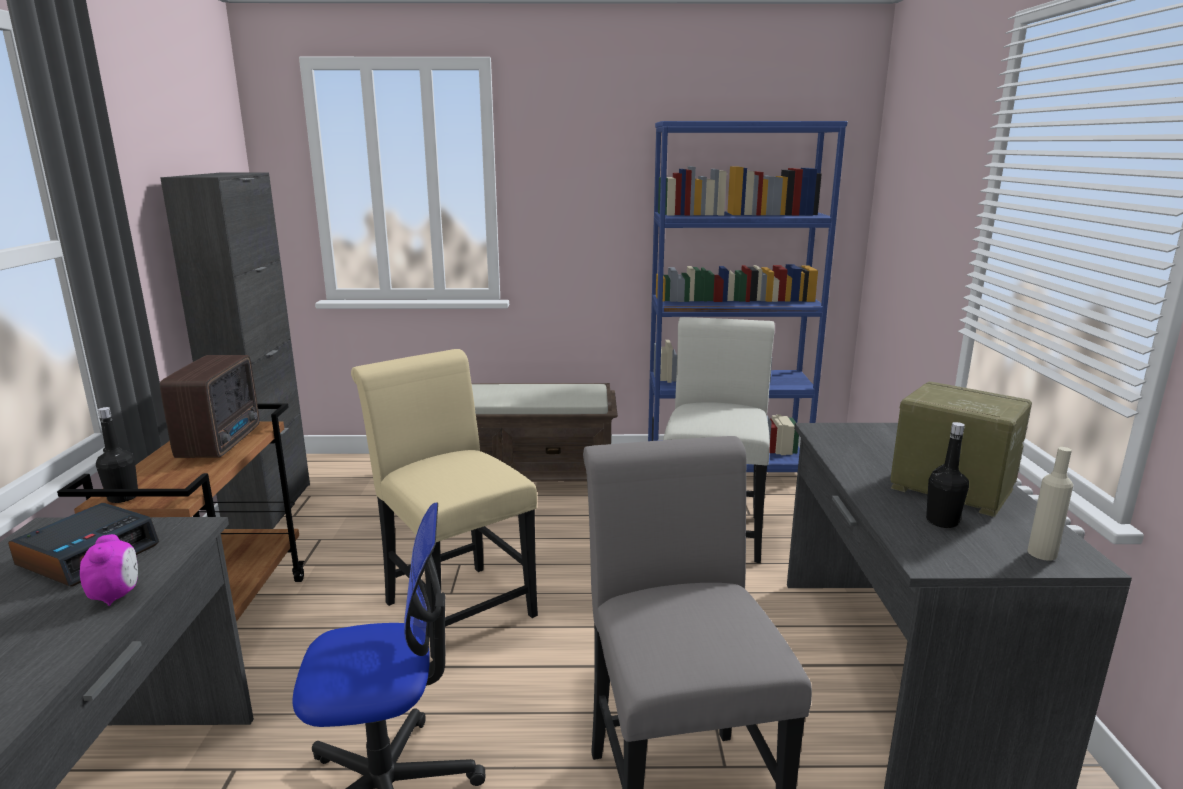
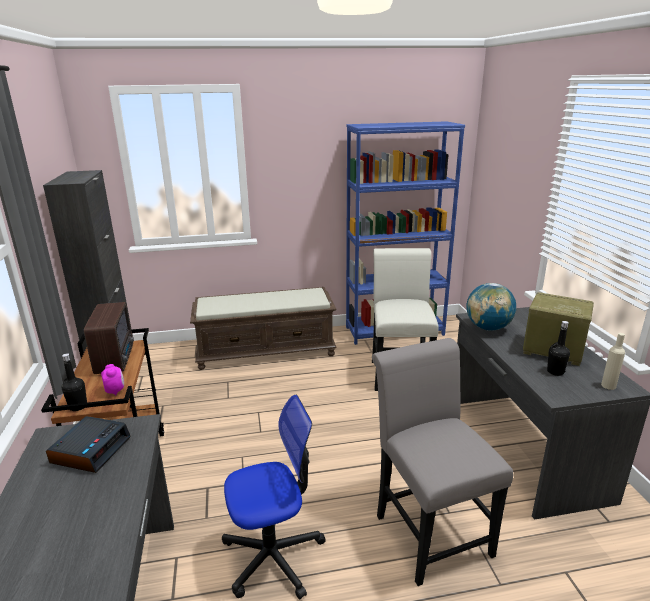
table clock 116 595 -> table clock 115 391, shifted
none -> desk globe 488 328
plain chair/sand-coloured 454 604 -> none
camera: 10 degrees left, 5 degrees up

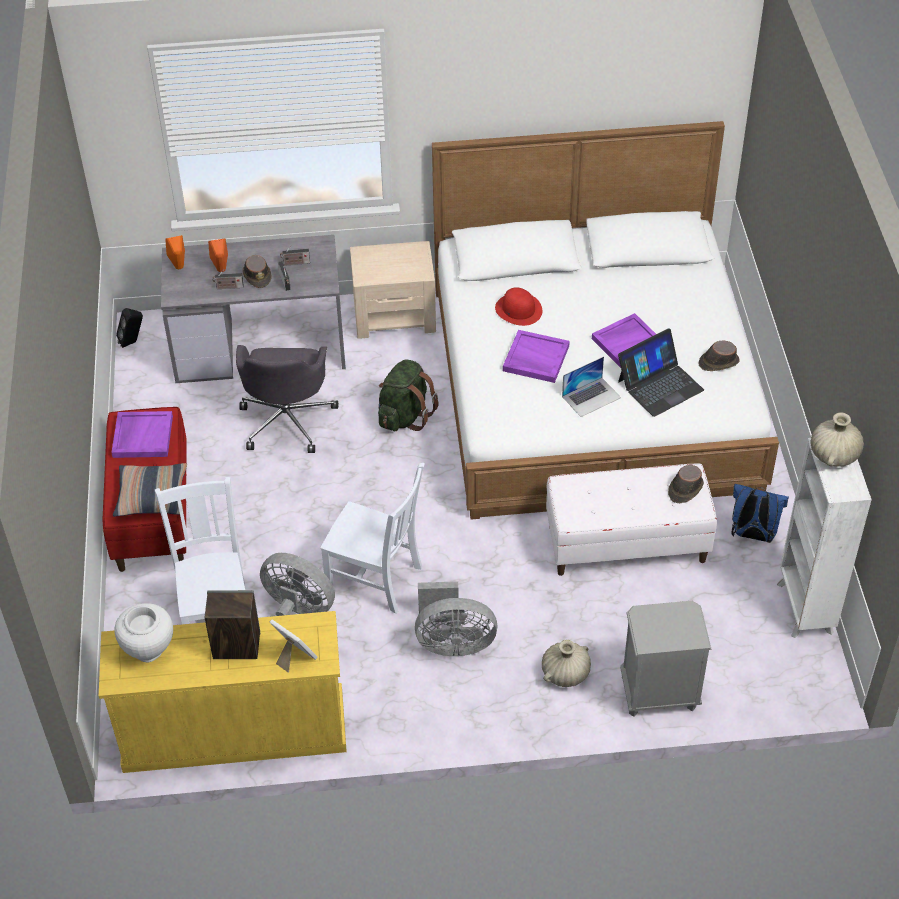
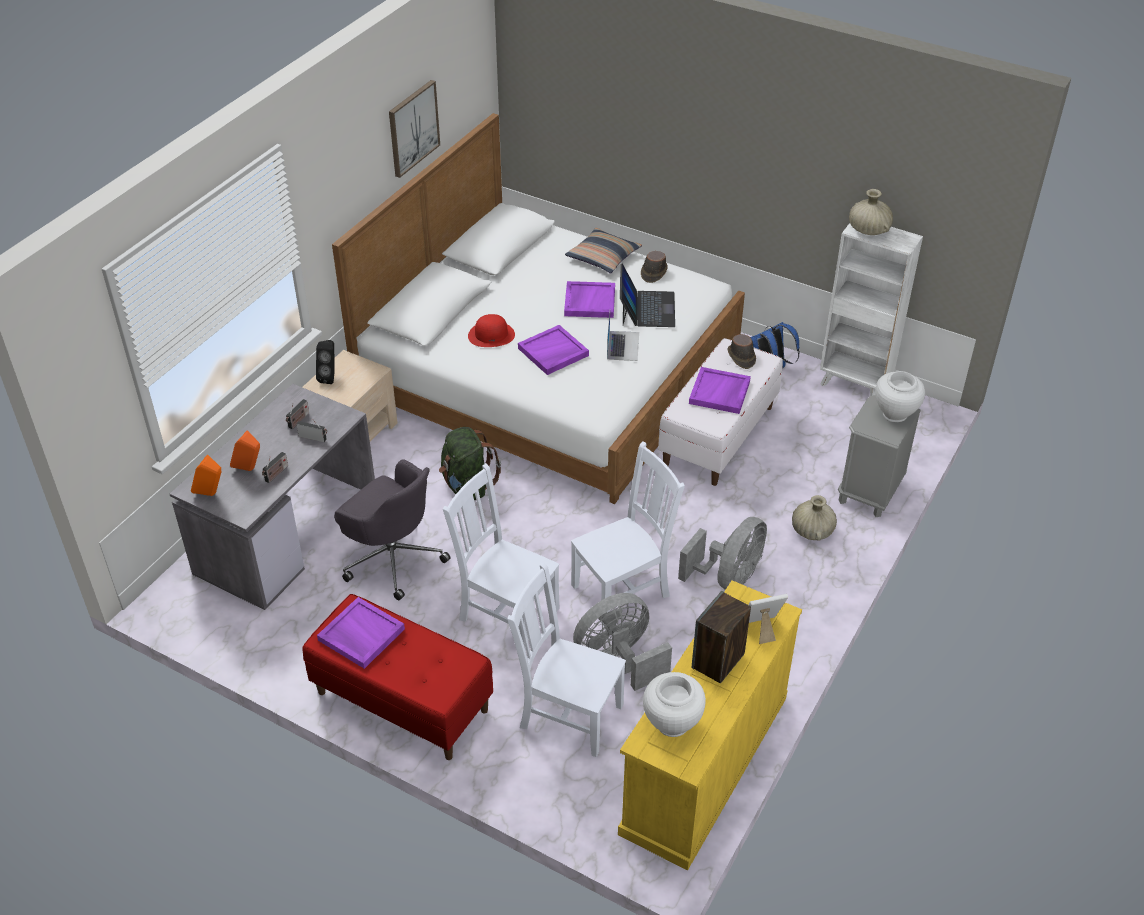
loudspeaker/black 133 342 -> loudspeaker/black 330 377, shifted
none -> wall art 413 128
none -> plain chair/white 506 612
pillow 152 496 -> pillow 603 257, shifted
none -> serving tray/purplish 720 393
none -> flower vase/white 895 414
clothing hat/brown 257 275 -> none
camera: 55 degrees left, 5 degrees down

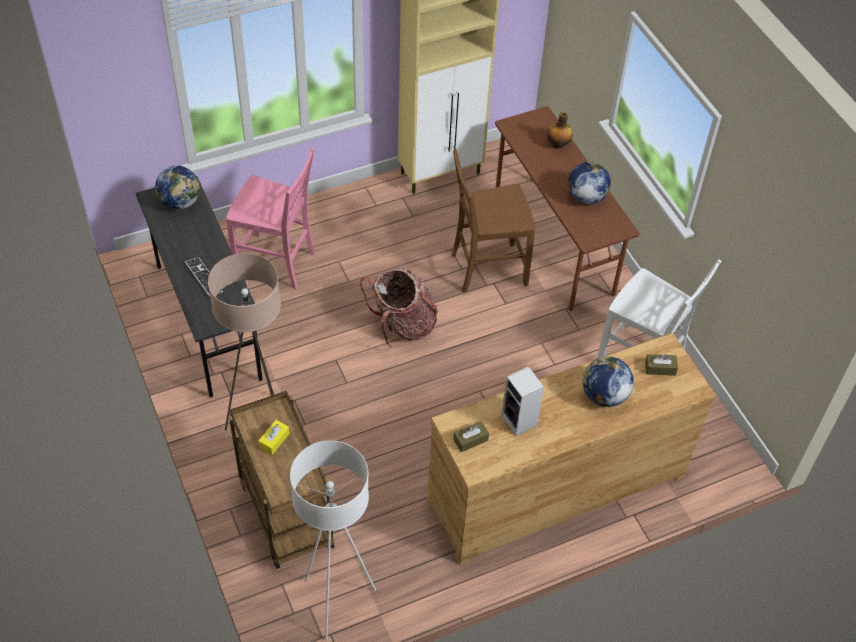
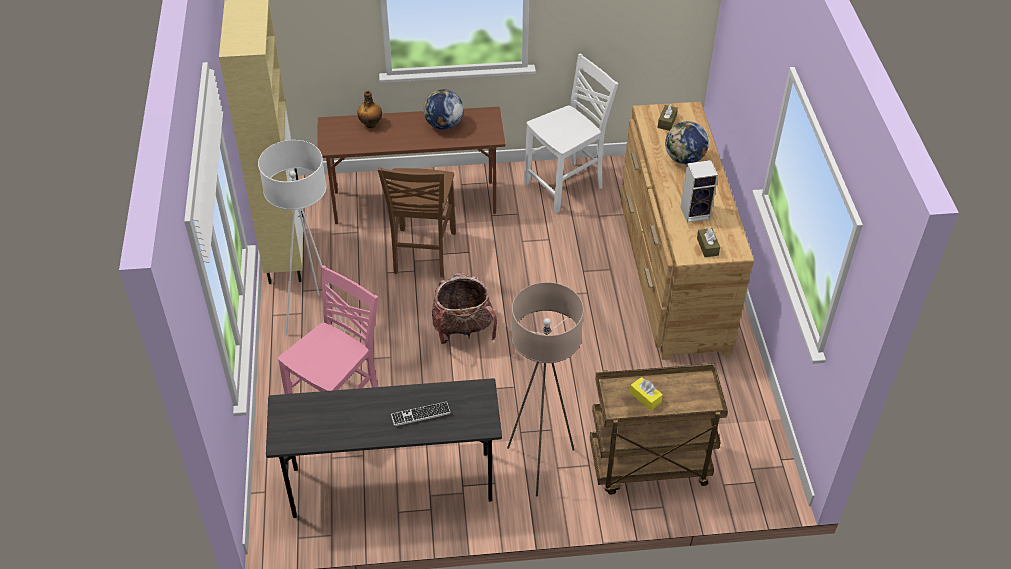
standing lamp/white 336 603 -> standing lamp/white 316 320, shifted
desk globe 180 202 -> none
camera: 70 degrees left, 5 degrees down

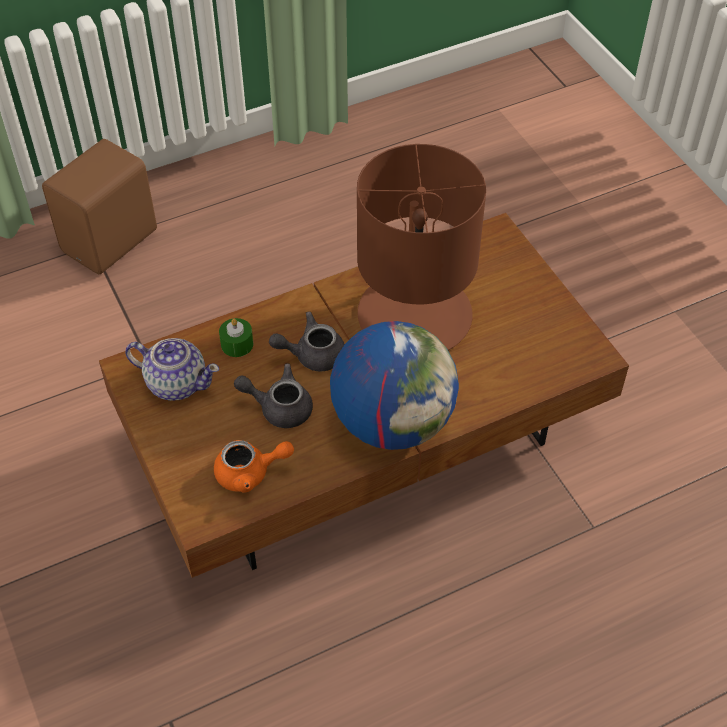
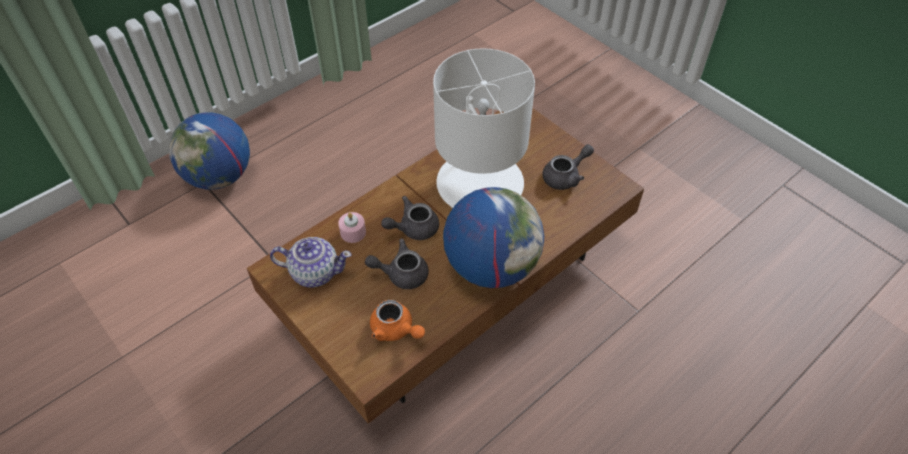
loudspeaker/brown 112 241 -> desk globe 219 177
wax light/greenish 237 344 -> wax light/pink-coloured 353 232
tea pot/orange 250 473 -> tea pot/orange 395 330, 60 degrees clockwise
tabletop lamp/brown 414 314 -> tabletop lamp/white 479 183
none -> tea pot/gray 565 176
camera: 15 degrees left, 0 degrees up

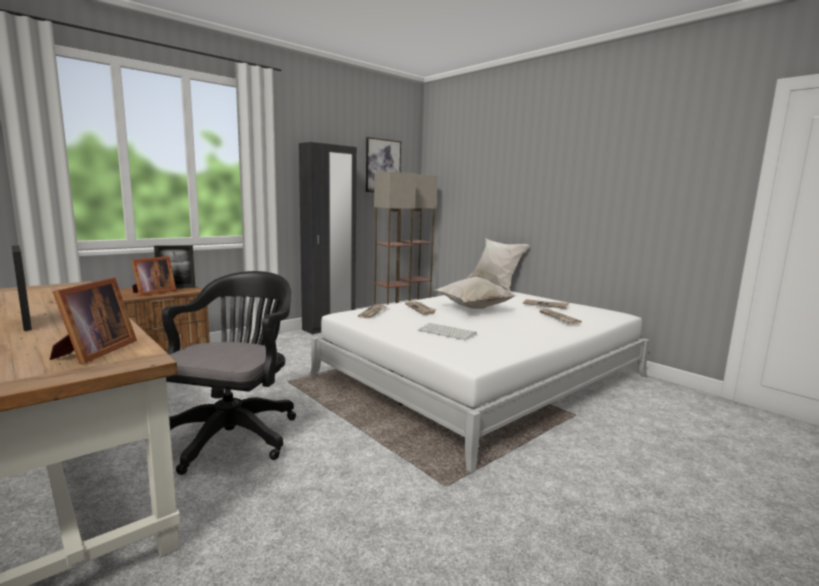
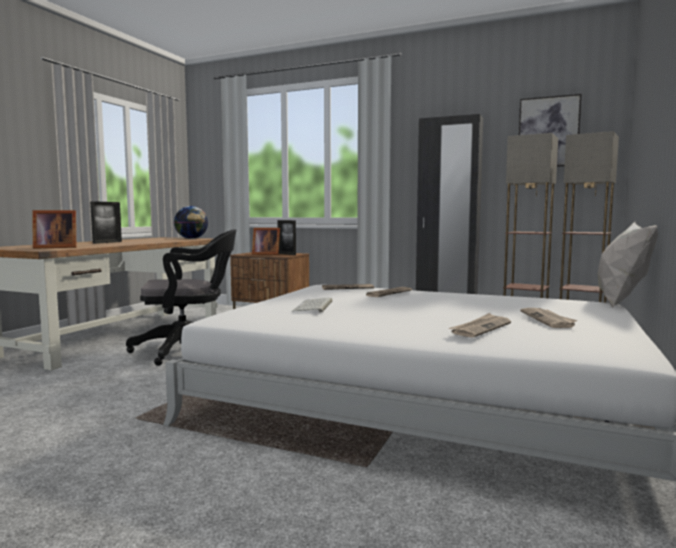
none -> desk globe 191 238
pillow/white 472 308 -> none
camera: 65 degrees right, 5 degrees down

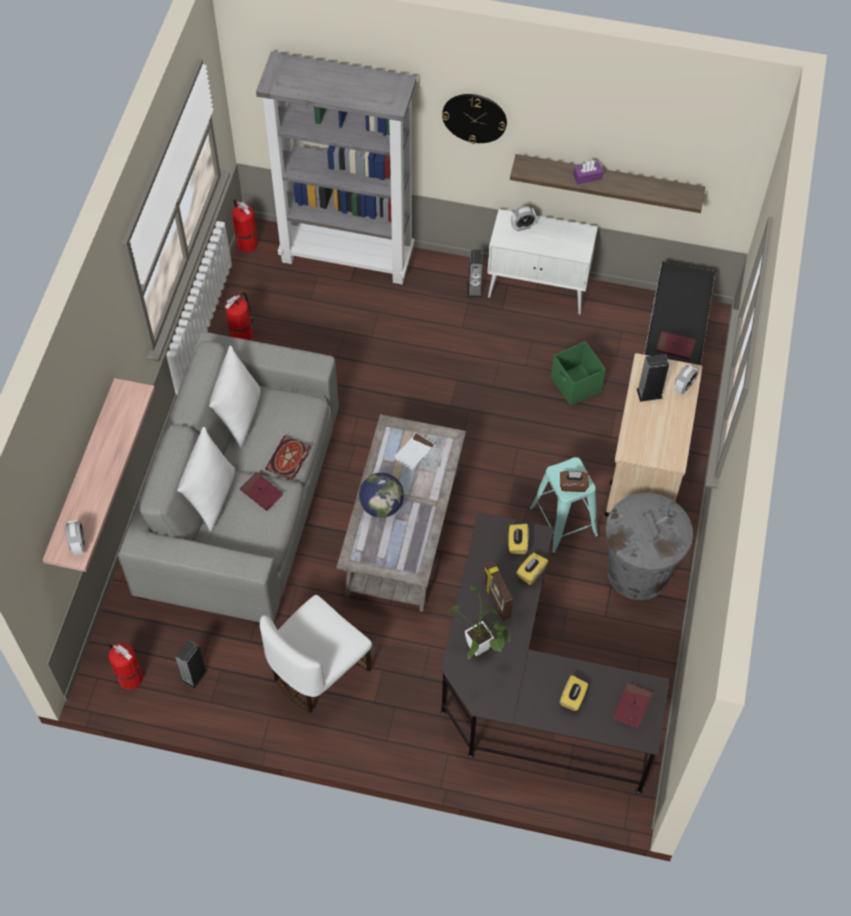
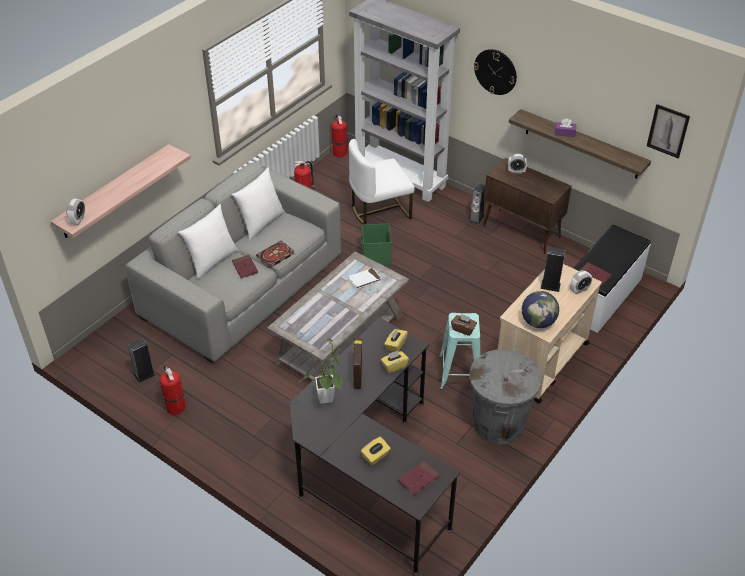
extinguisher 129 677 -> extinguisher 175 406, shifted
plain chair/white 318 671 -> plain chair/white 379 210, shifted
storage container/greenish 576 385 -> storage container/greenish 376 256, shifted
storage cabinet/white 538 290 -> storage cabinet/brown 522 232
desk globe 381 506 -> desk globe 538 322, shifted
none -> wall art 668 131
camera: 25 degrees right, 15 degrees down

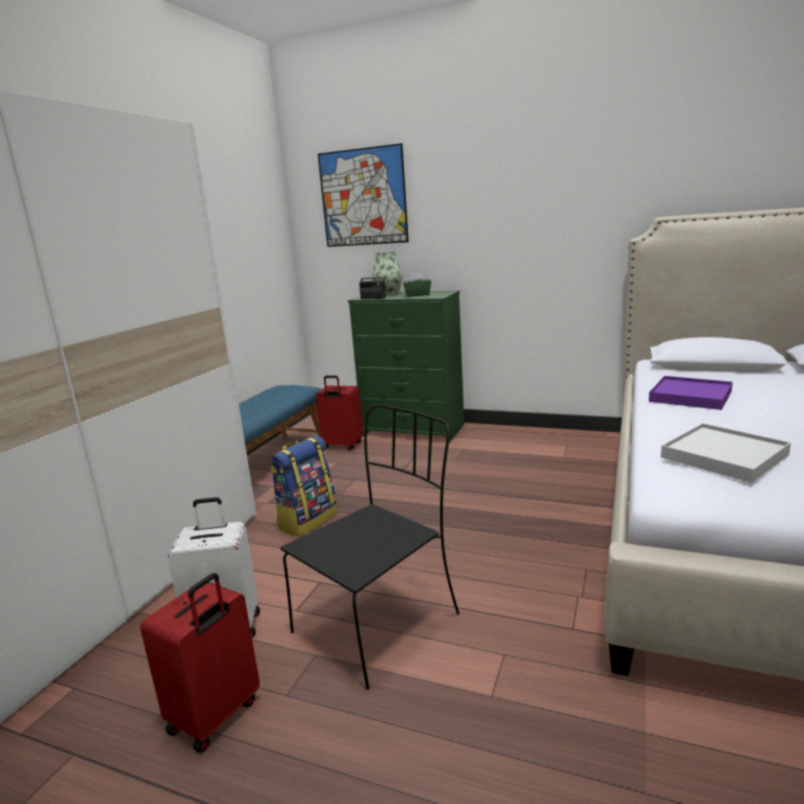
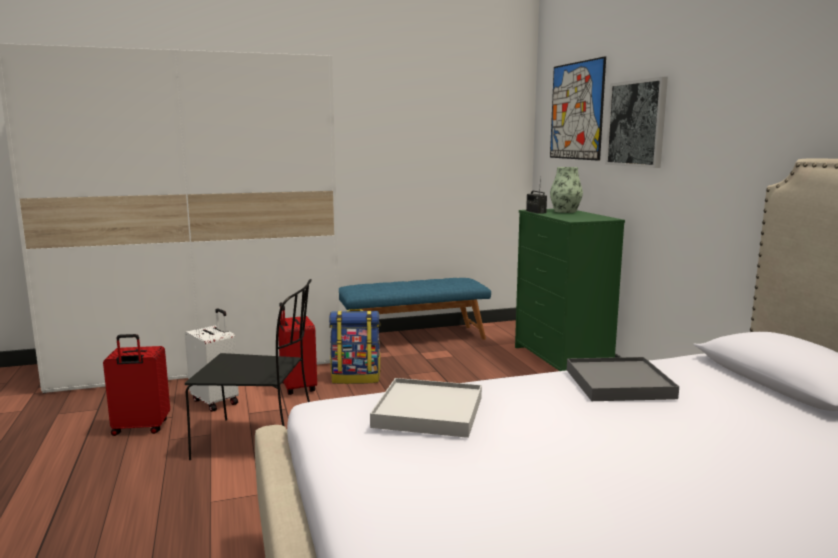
suitcase/red-coloured 342 446 -> suitcase/red-coloured 297 388, shifted
serving tray/purplish 690 396 -> serving tray/gray 619 383
none -> wall art 636 123
tissue box/greenish 417 295 -> none
camera: 50 degrees right, 5 degrees down

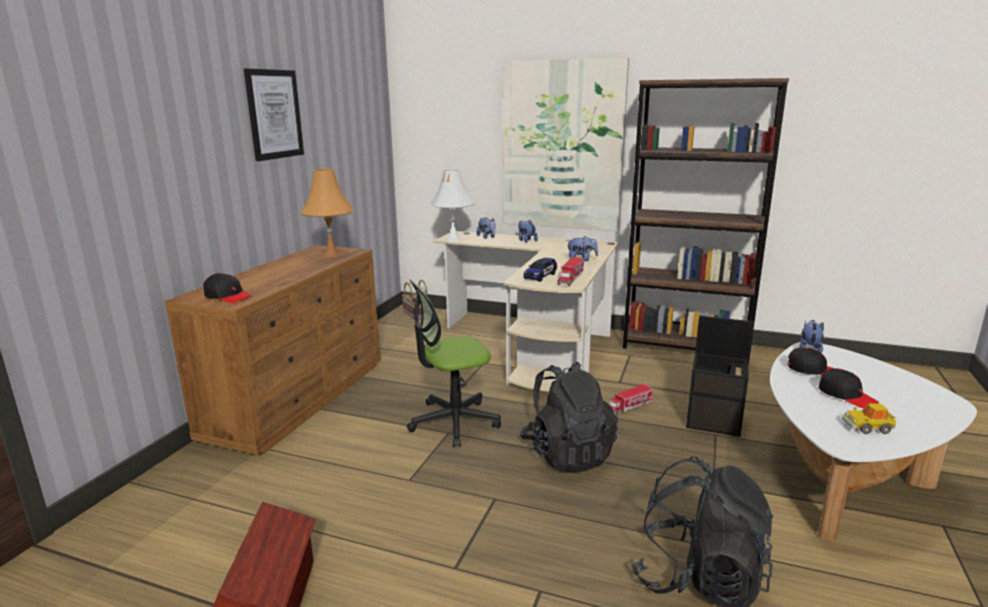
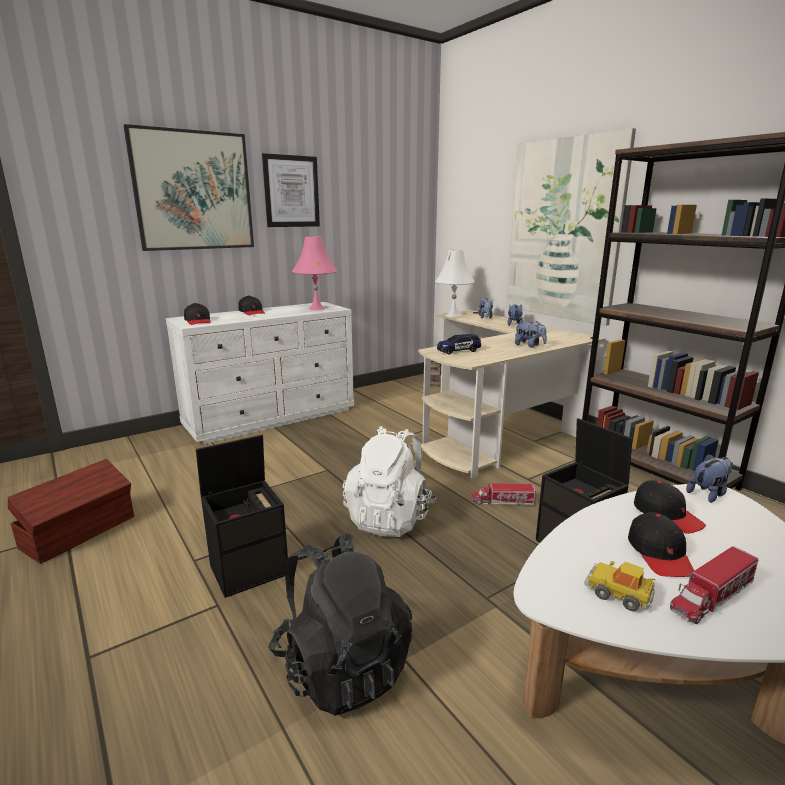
none -> wall art 193 191
drawer chest/brown 299 398 -> drawer chest/white 272 417
none -> storage container/black 250 569
none -> peaked cap/black 252 312
tabletop lamp/orange 331 255 -> tabletop lamp/pink-coloured 316 308
rucksack/black 567 454 -> rucksack/white 390 518
toy truck 570 278 -> toy truck 711 597, shifted
desk chair 453 421 -> none
camera: 35 degrees right, 0 degrees up

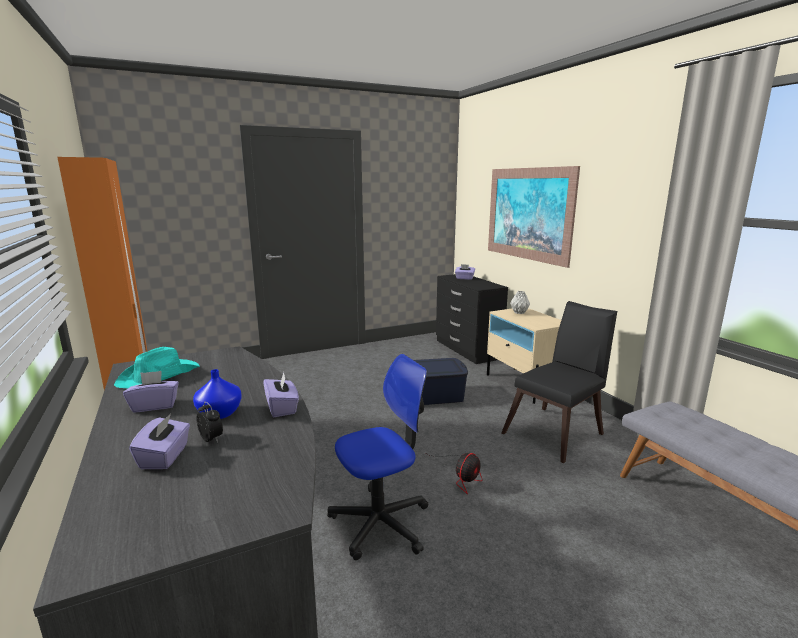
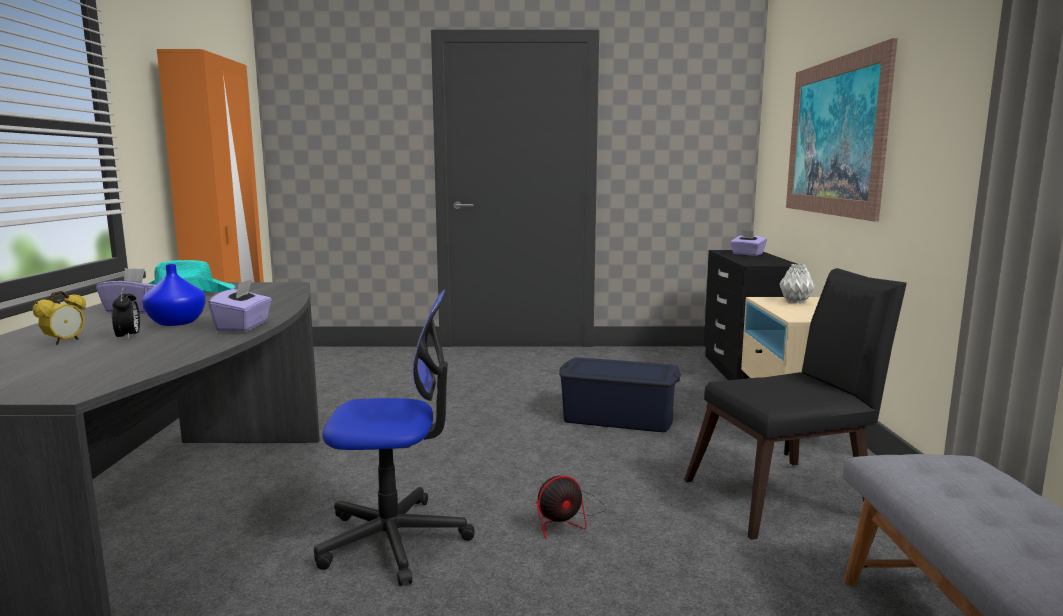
tissue box/purplish 165 457 -> table clock 65 342
camera: 25 degrees right, 5 degrees down

